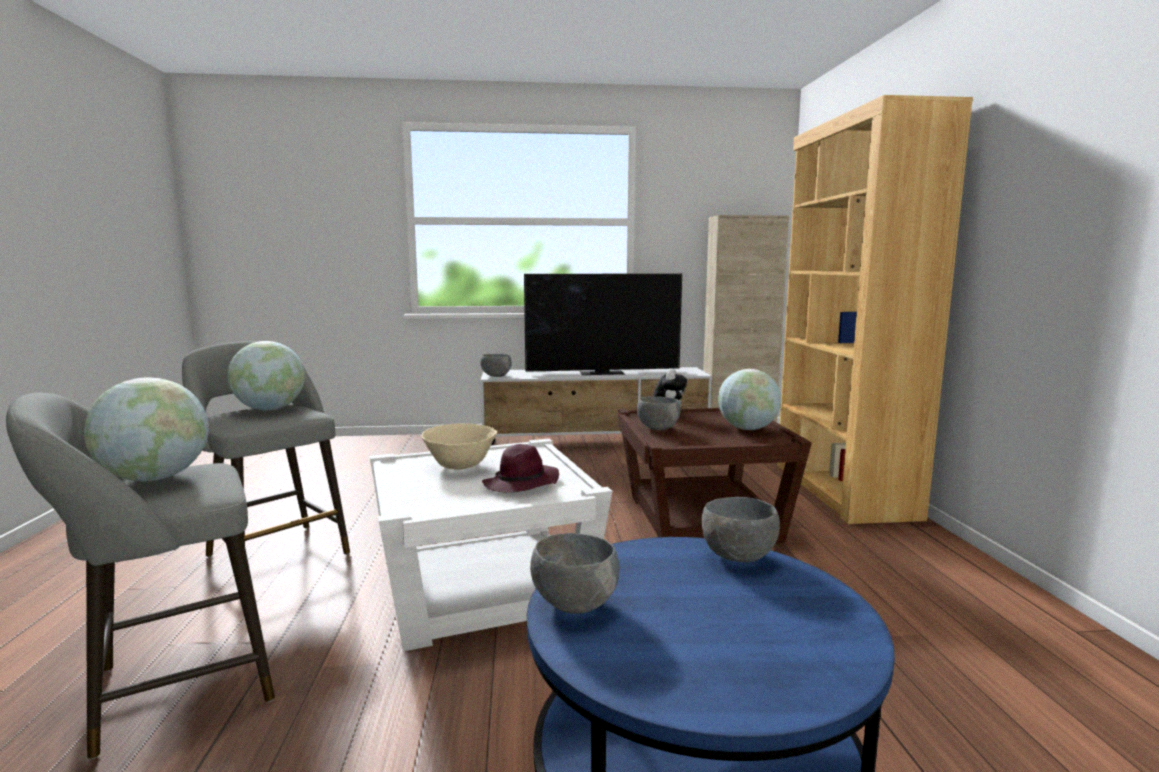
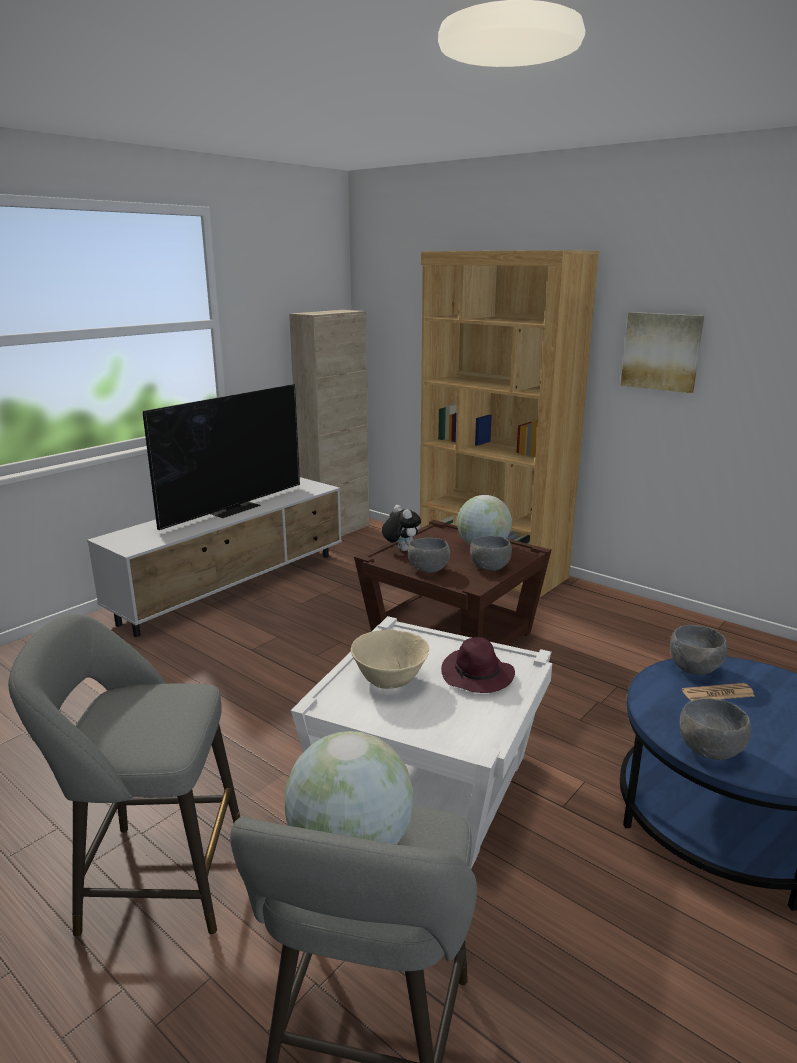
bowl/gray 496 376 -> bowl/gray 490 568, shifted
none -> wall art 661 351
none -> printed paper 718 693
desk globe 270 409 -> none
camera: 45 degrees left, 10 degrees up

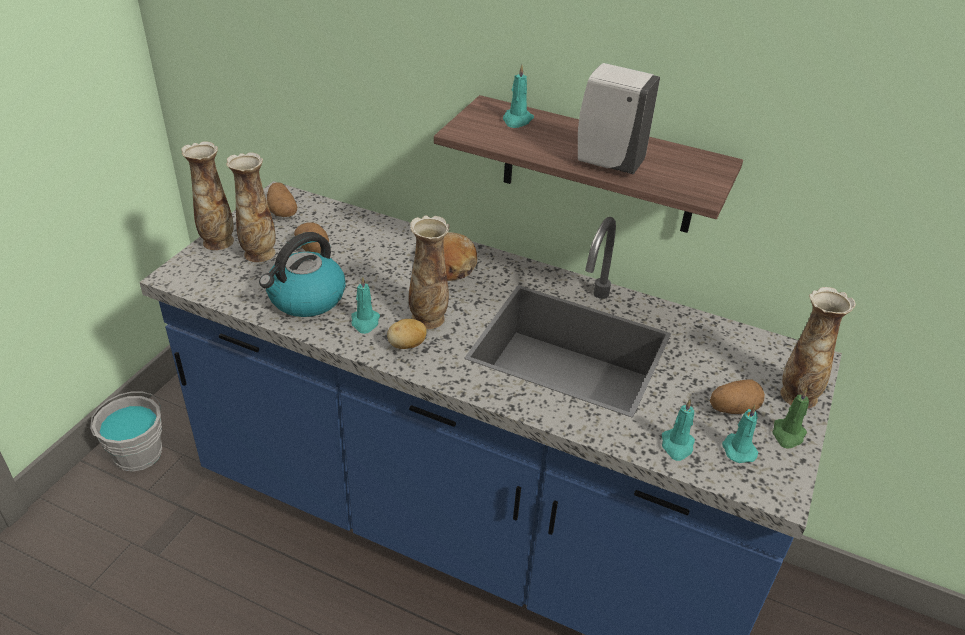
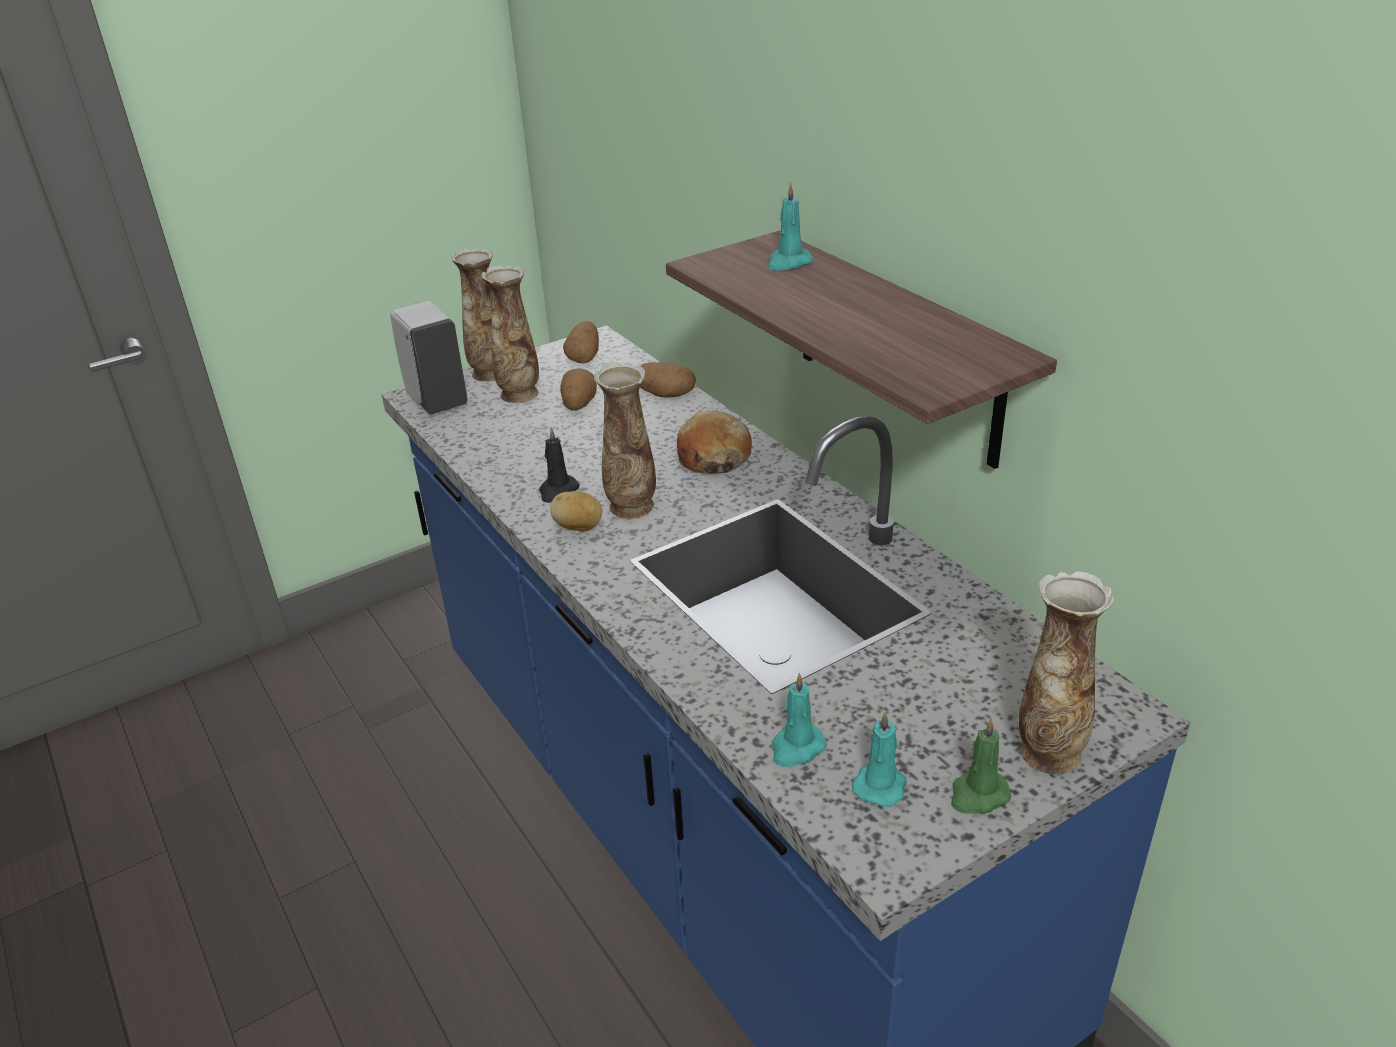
liquid soap bottle/white 606 163 -> liquid soap bottle/white 436 400, shifted
wax light/turquoise 365 322 -> wax light/black 558 491
spud 733 408 -> spud 665 394, shifted
water bucket/gray 138 453 -> none
water kettle 306 299 -> none
camera: 35 degrees right, 5 degrees down

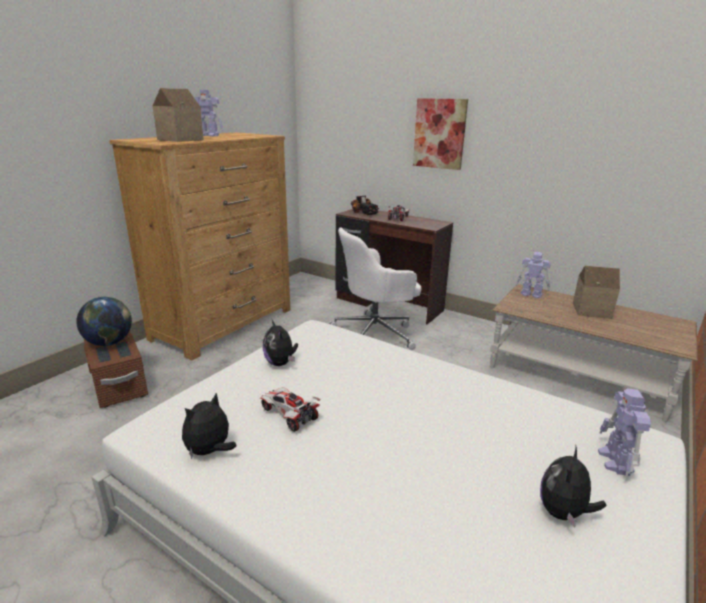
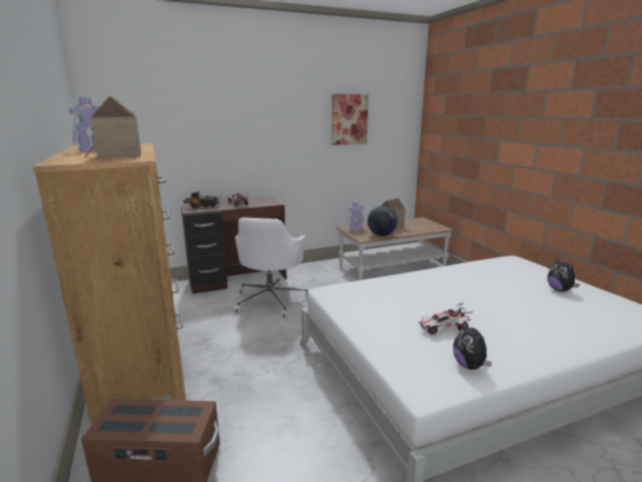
wall art 439 134 -> wall art 349 119, shifted
desk globe 109 343 -> desk globe 381 235, shifted
cuddly toy 280 363 -> none
model robot 615 462 -> none
camera: 55 degrees left, 5 degrees down

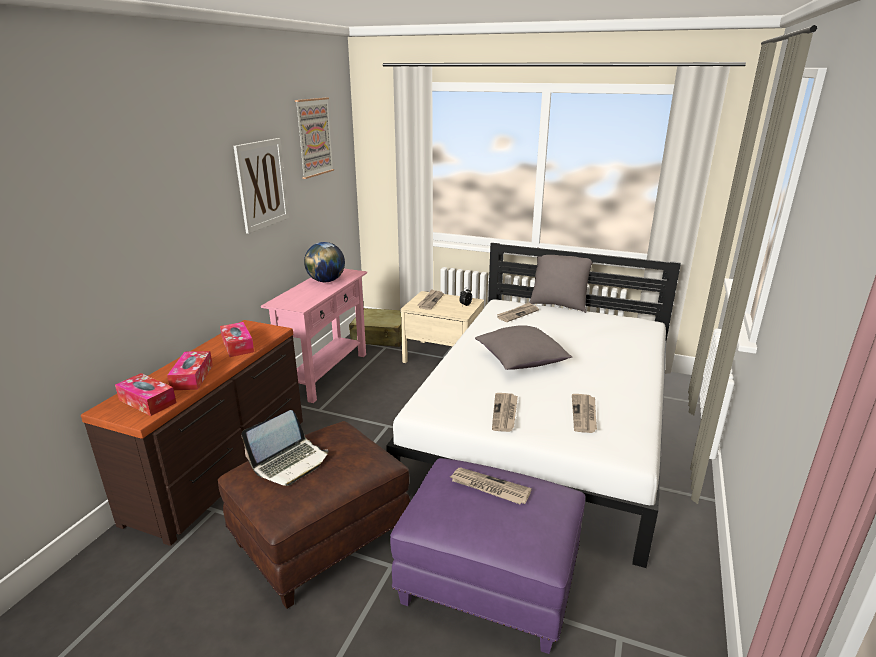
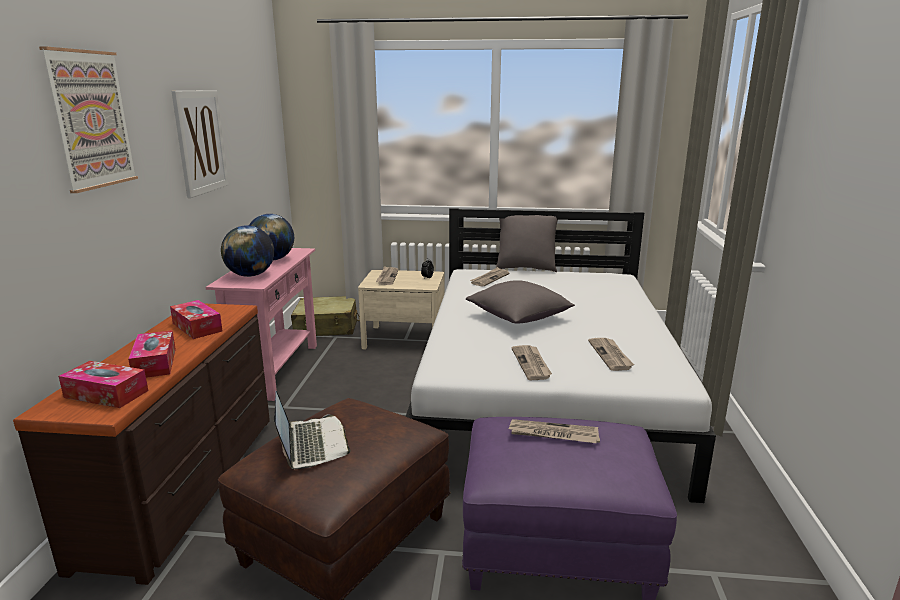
wall art 314 137 -> wall art 90 120, shifted
none -> desk globe 250 275
notebook computer 290 462 -> notebook computer 311 444, 45 degrees counterclockwise
camera: 15 degrees left, 5 degrees down

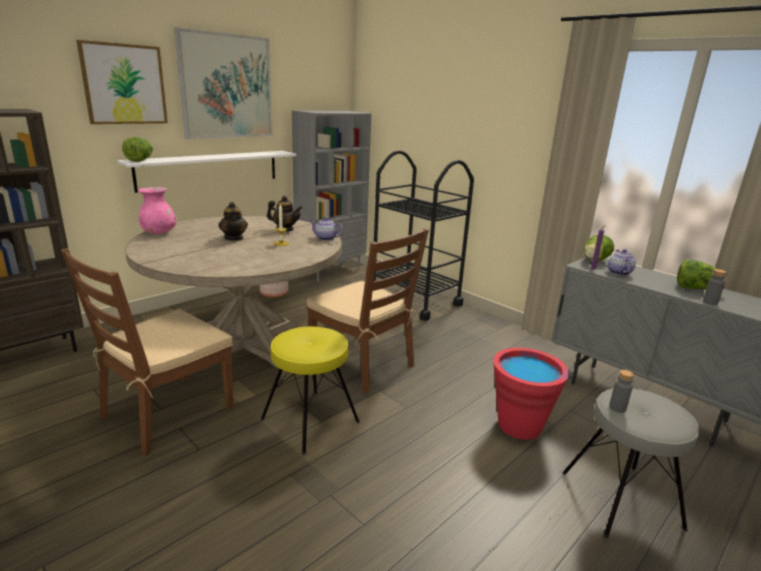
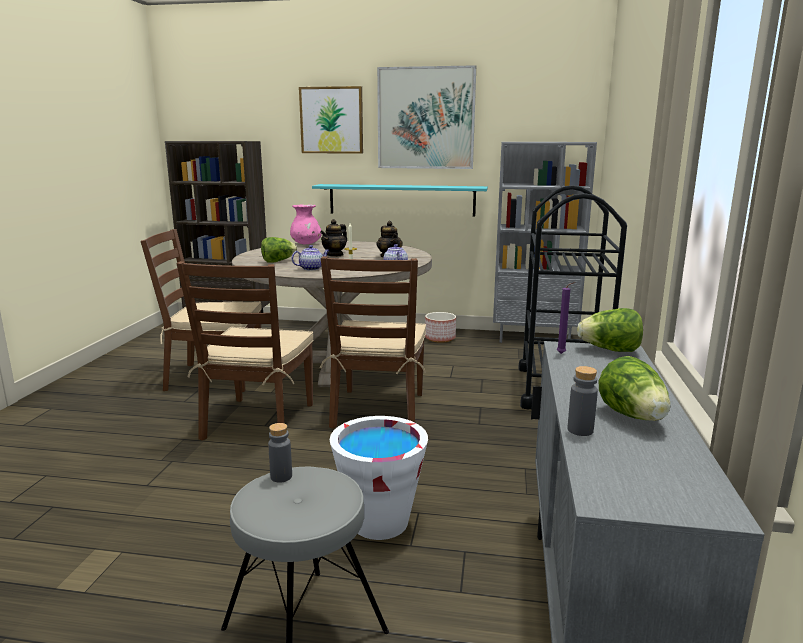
stool seat/yellowish 310 421 -> plain chair/brown 259 421
head of lettuce 140 160 -> head of lettuce 278 261, shifted
tea pot 618 272 -> tea pot 311 268, shifted
shelf/white 210 170 -> shelf/turquoise 401 200
water bucket/red-coloured 519 425 -> water bucket/white 379 522
camera: 55 degrees right, 5 degrees down

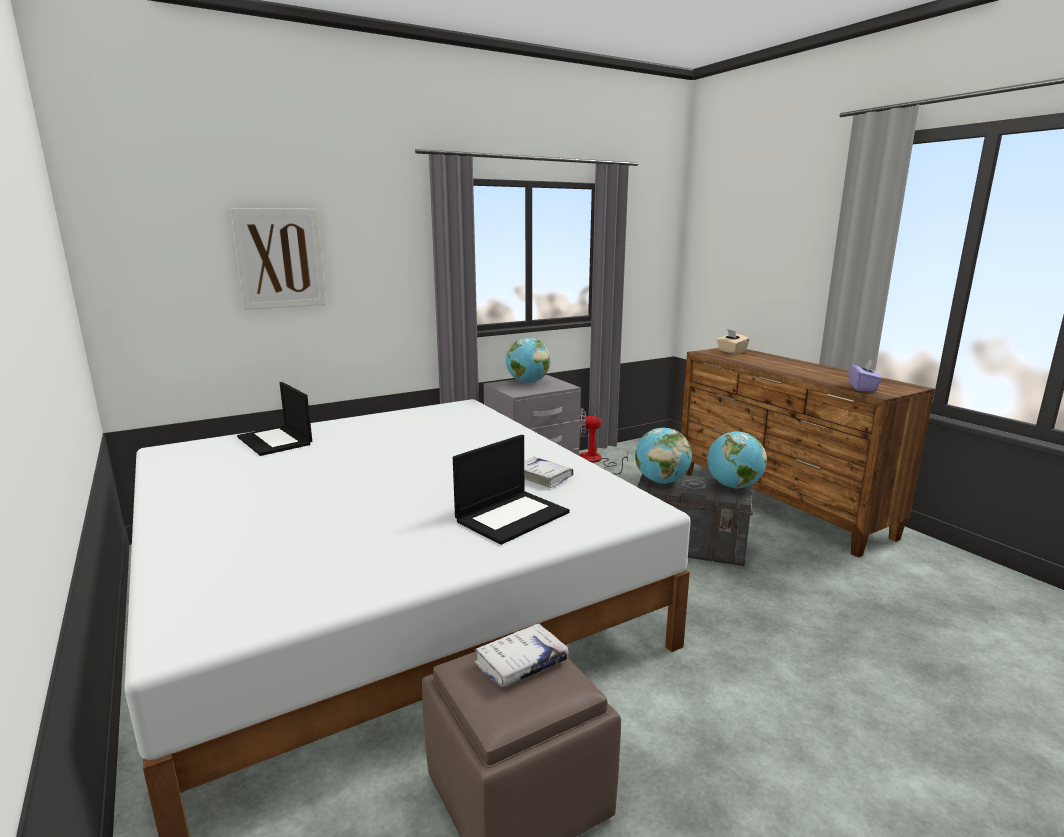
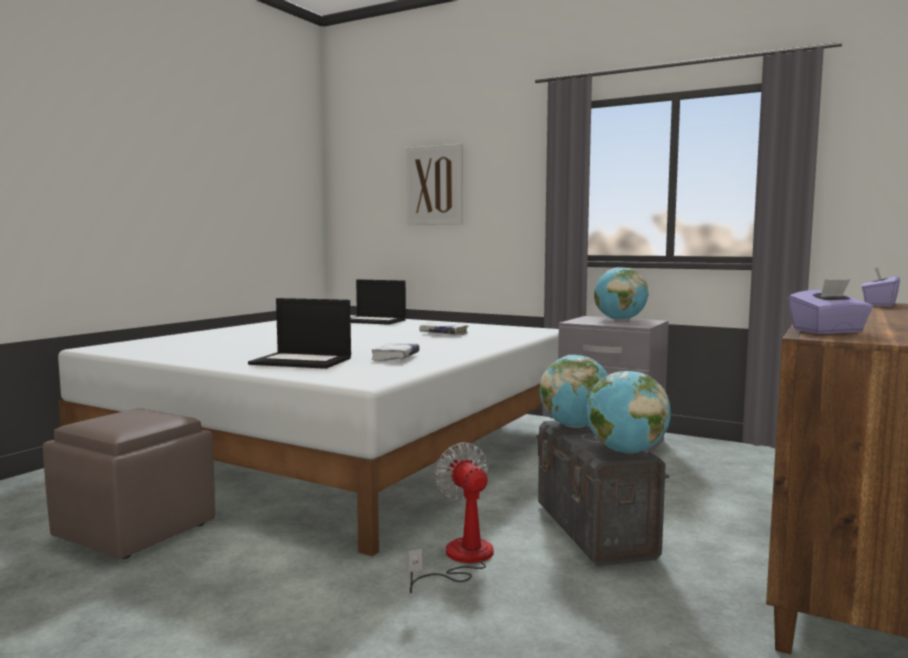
notebook computer 276 441 -> notebook computer 373 321, 90 degrees counterclockwise
fan 595 461 -> fan 460 559, shifted
book/white 521 663 -> book/white 443 334, shifted
tissue box/sand-coloured 731 351 -> tissue box/purplish 878 305
camera: 60 degrees right, 10 degrees down

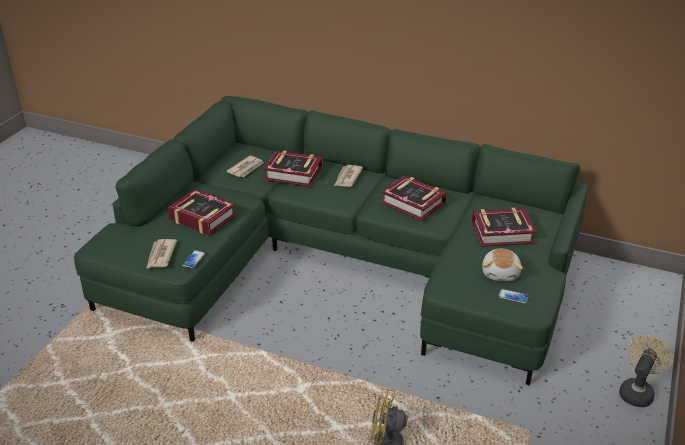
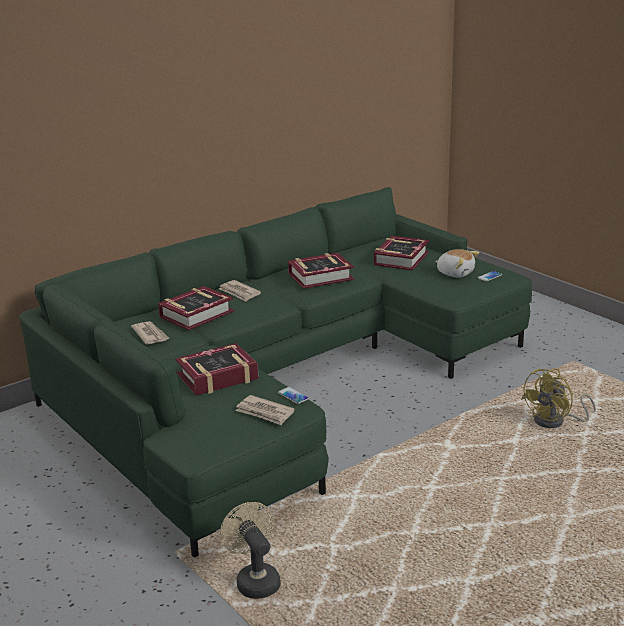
fan/sand-coloured 637 391 -> fan/sand-coloured 255 580, shifted
camera: 60 degrees left, 10 degrees down

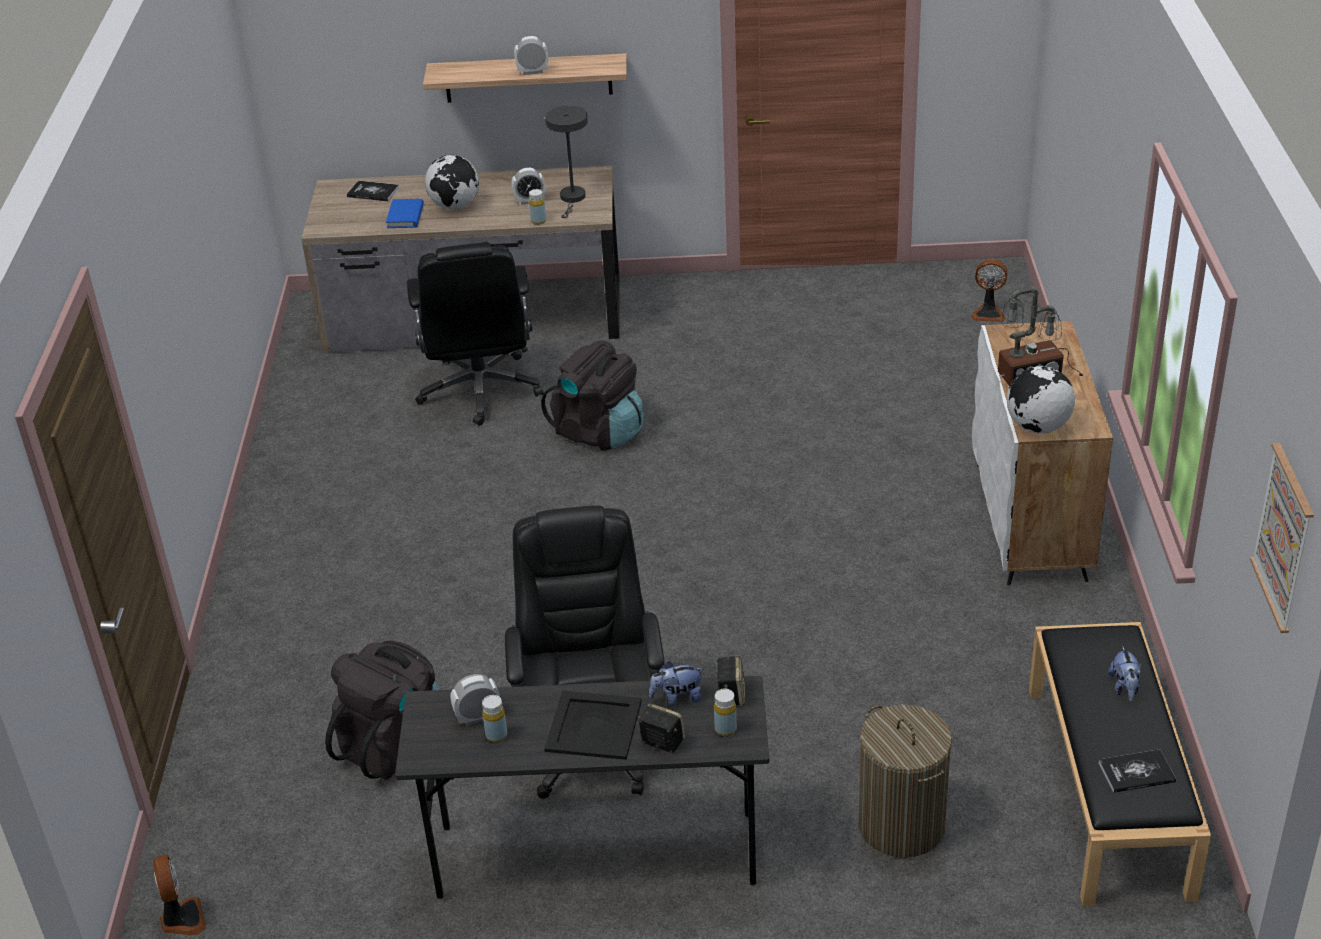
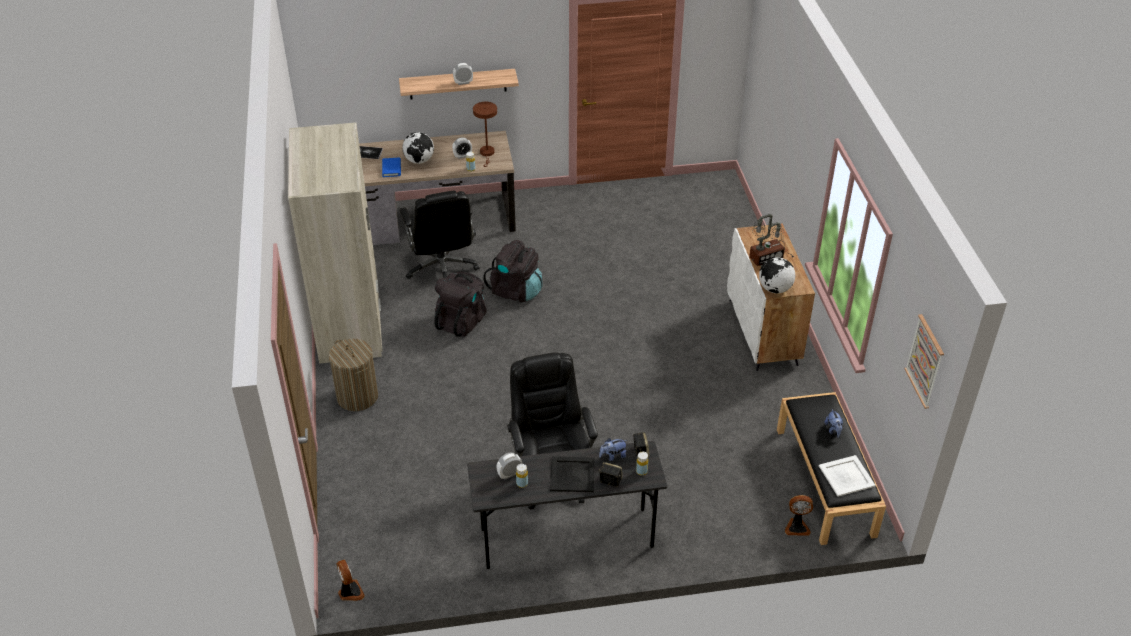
none -> armoire/sand-coloured 350 322
laundry basket 901 825 -> laundry basket 357 396, shifted
rucksack/black 393 743 -> rucksack/black 462 321, shifted
tabletop lamp/gray 572 199 -> tabletop lamp/brown 487 153
fan 988 313 -> fan 797 527, shifted
book 1136 772 -> serving tray/white 846 476
camera: 10 degrees left, 5 degrees up

